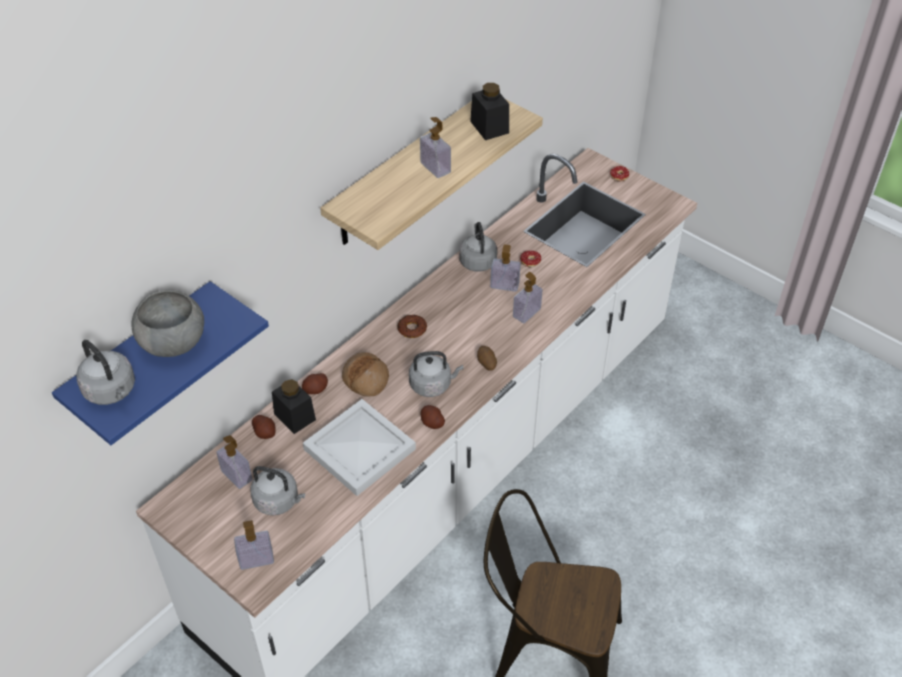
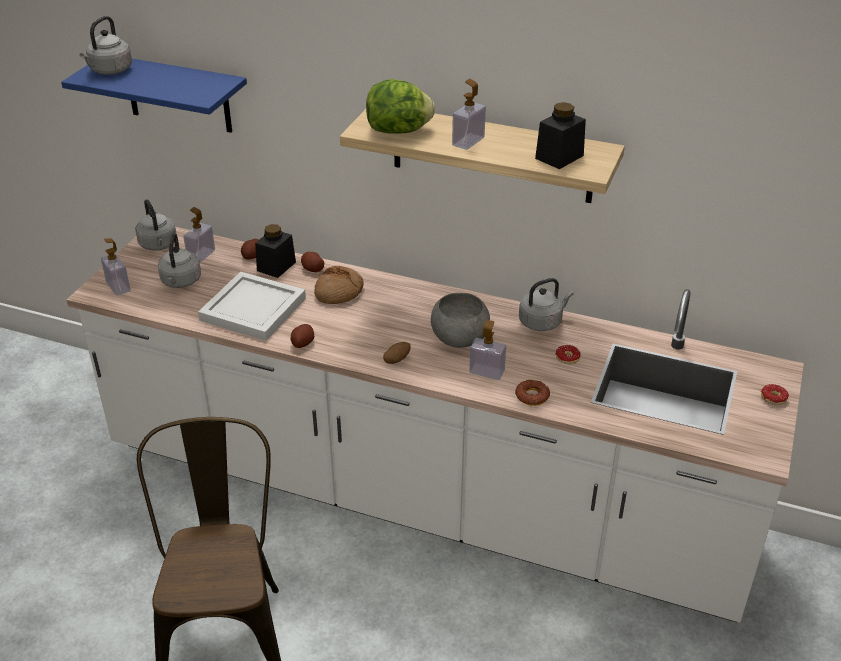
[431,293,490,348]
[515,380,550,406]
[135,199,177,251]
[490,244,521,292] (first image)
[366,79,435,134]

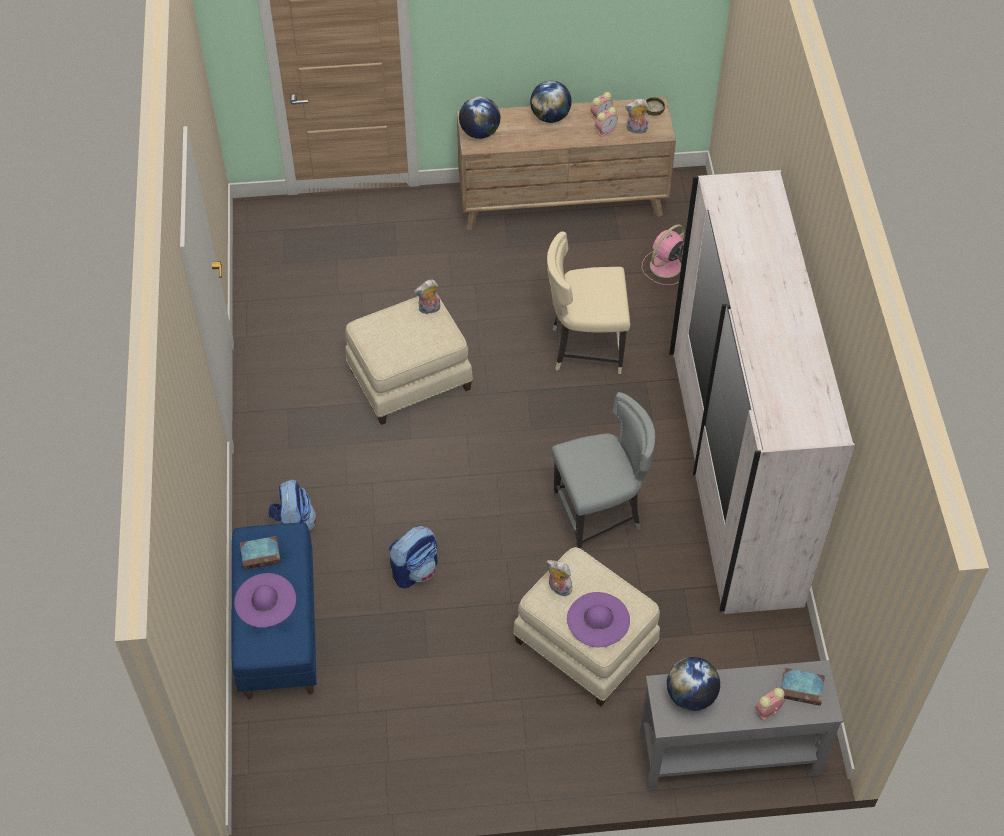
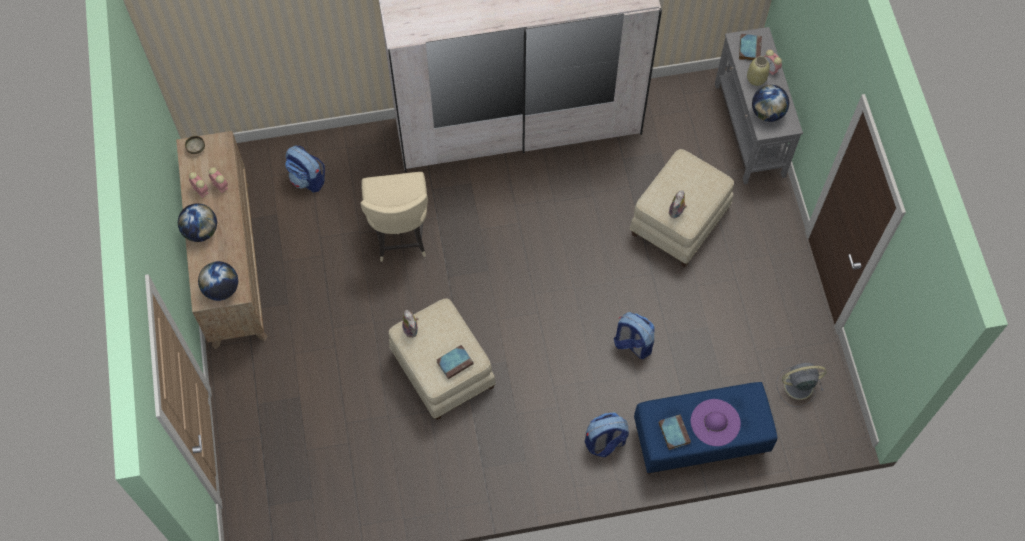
[551,392,655,549] (first image)
[567,592,630,647] (first image)
[625,99,649,134] (first image)
[285,145,325,193]
[437,345,474,379]
[747,56,770,86]
[777,363,826,407]

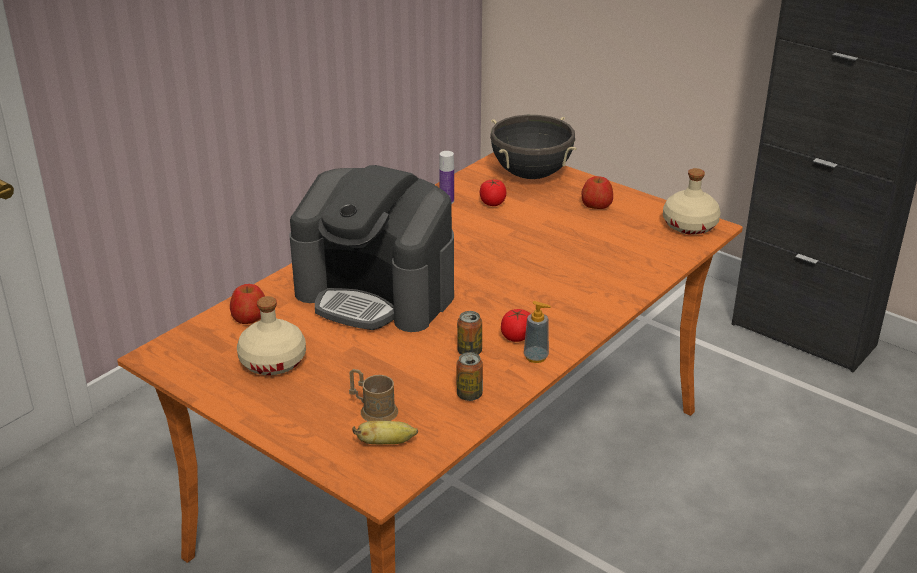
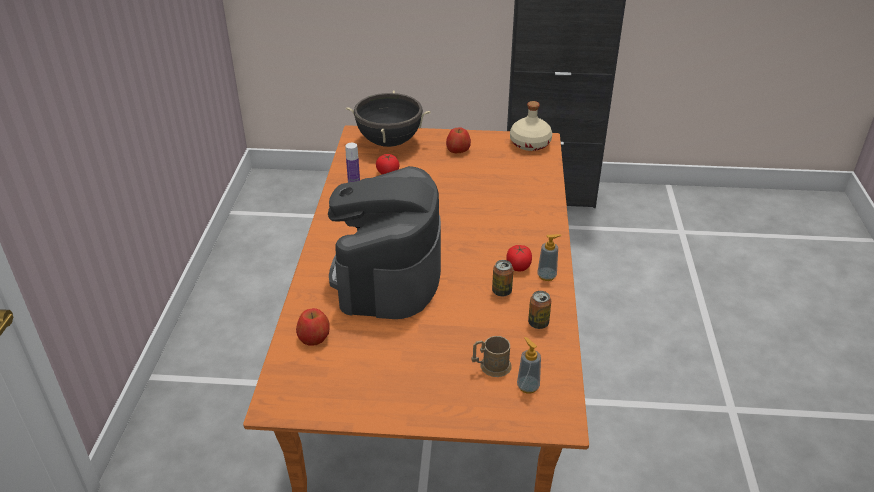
[237,296,306,375] (first image)
[328,166,441,319]
[517,337,541,394]

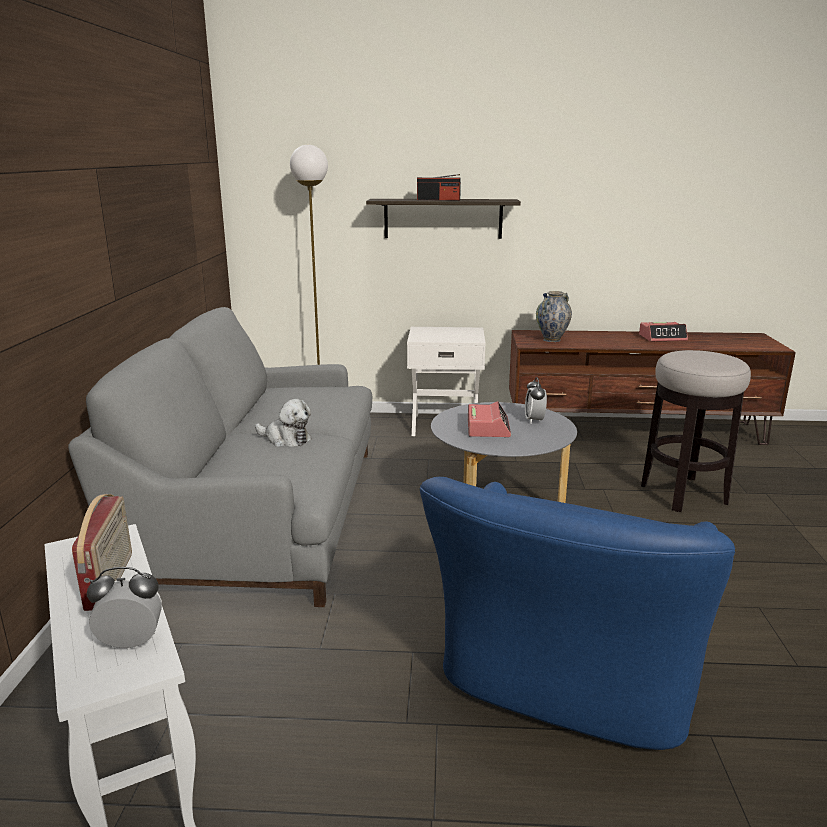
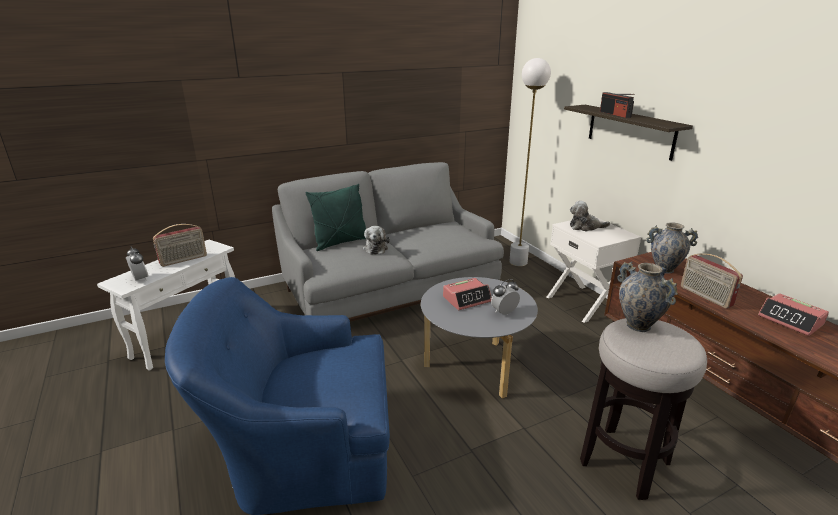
[306,184,366,251]
[570,201,610,231]
[617,261,678,332]
[681,253,743,308]

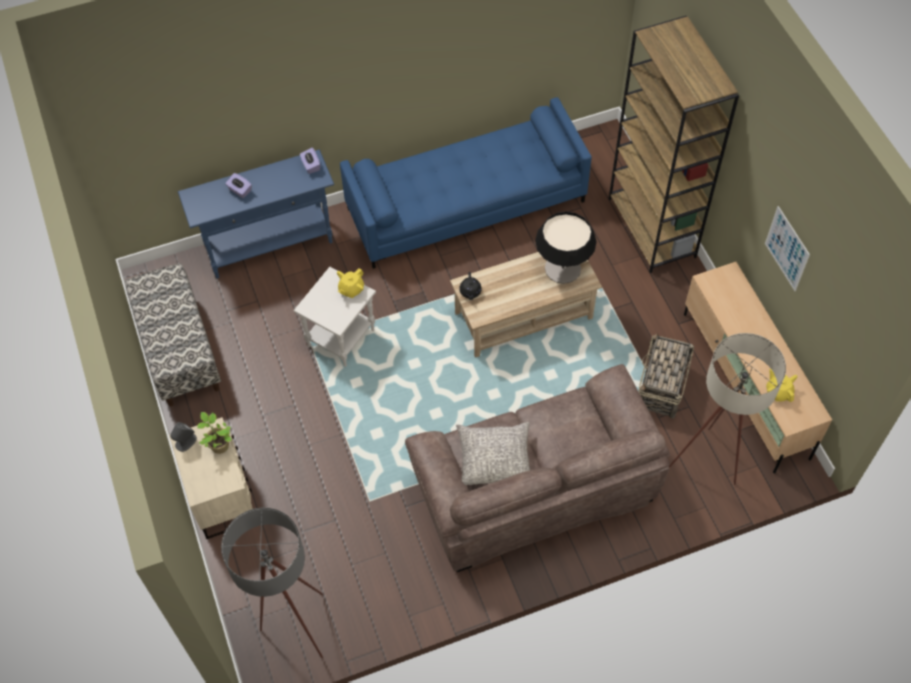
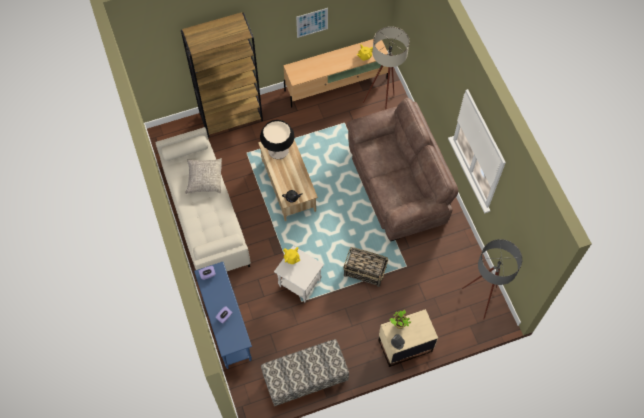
[156,127,251,271]
[185,158,222,194]
[343,247,388,287]

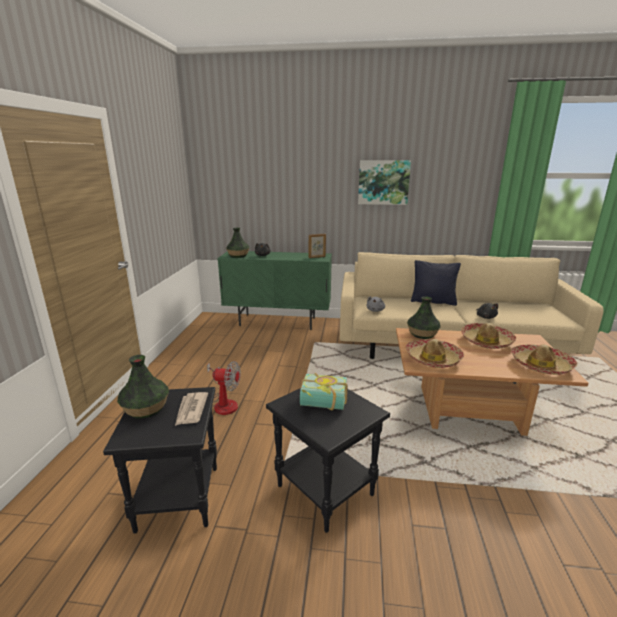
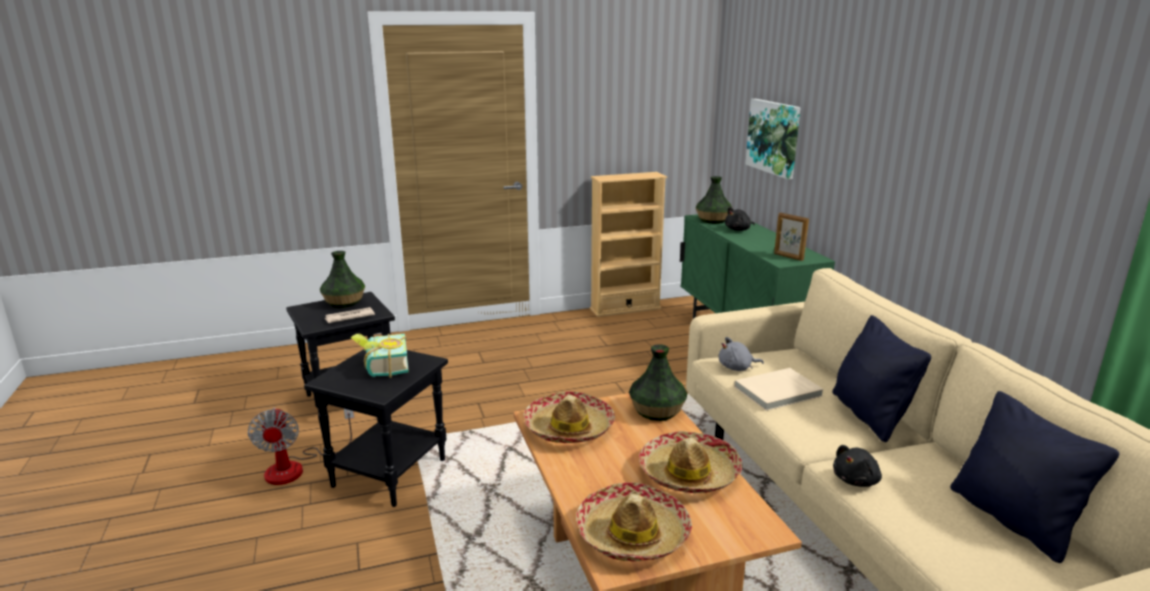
[247,407,354,485]
[745,99,801,179]
[590,172,667,317]
[734,368,824,411]
[950,391,1119,563]

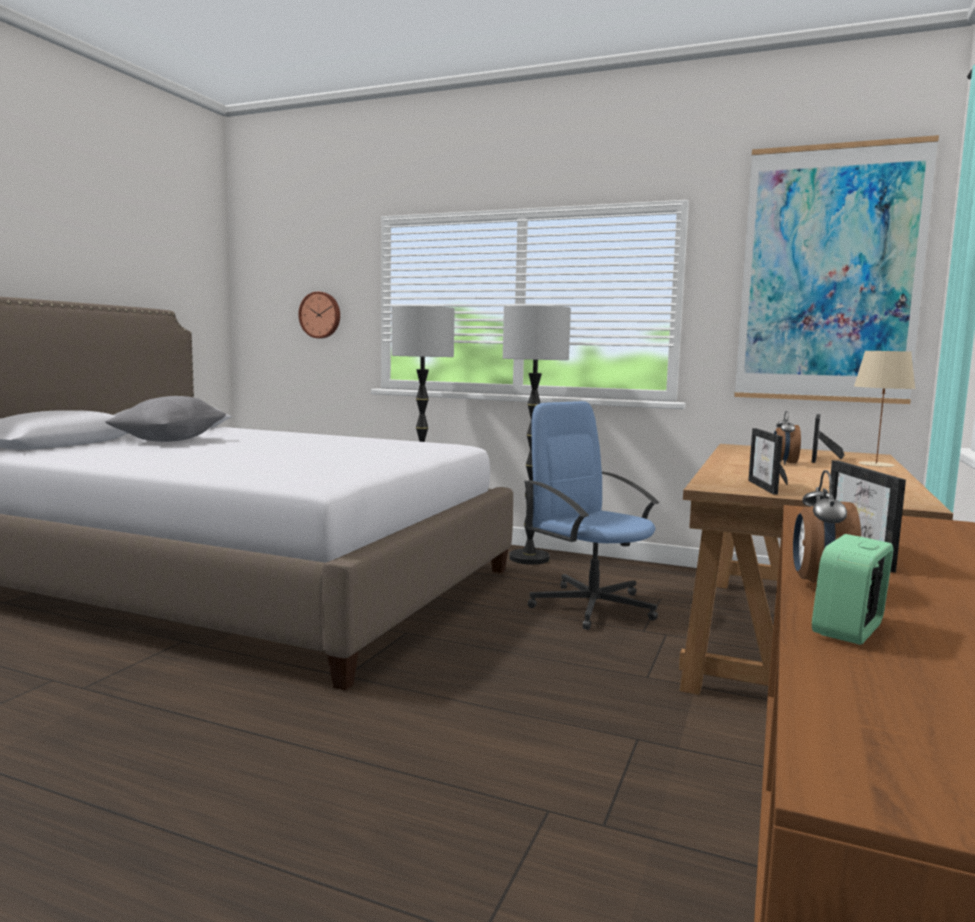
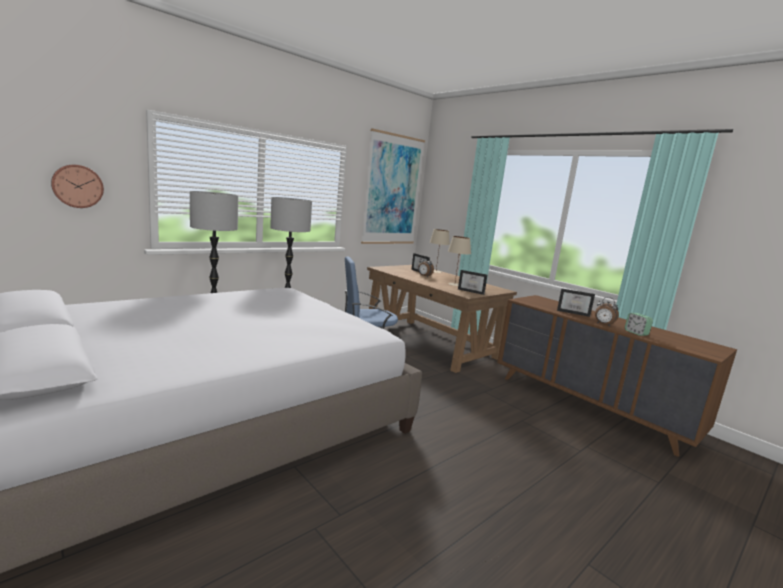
[105,396,226,442] (first image)
[448,236,471,286]

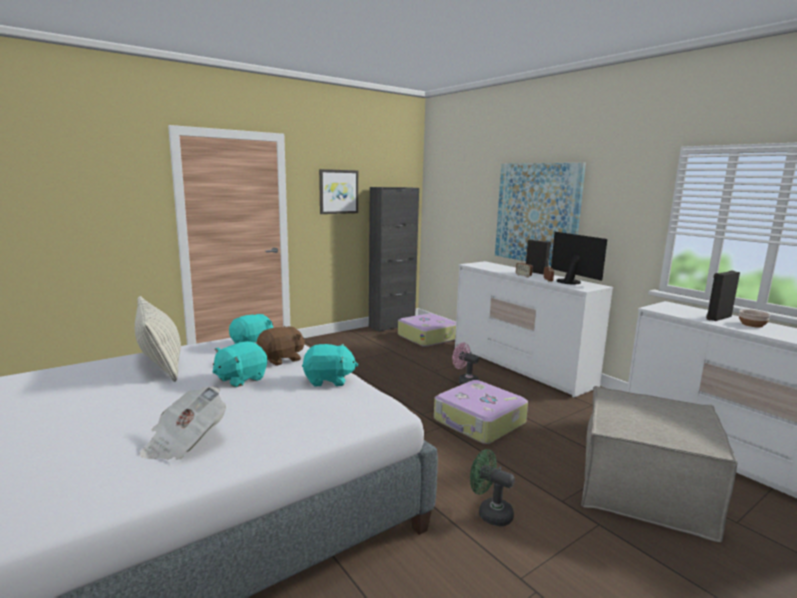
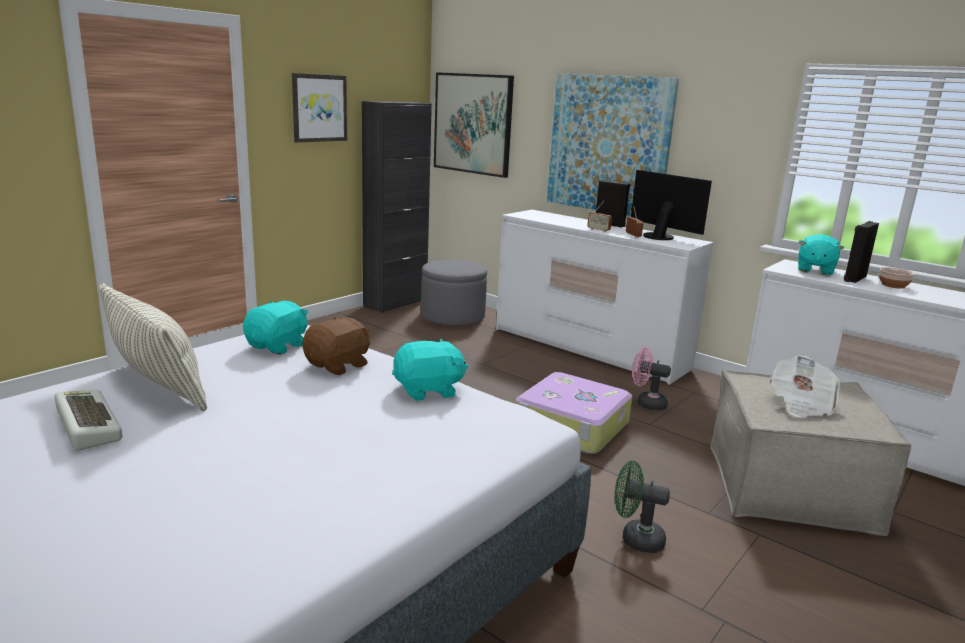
[770,355,841,417]
[798,234,844,276]
[421,260,487,325]
[632,348,671,411]
[54,390,122,451]
[434,72,514,178]

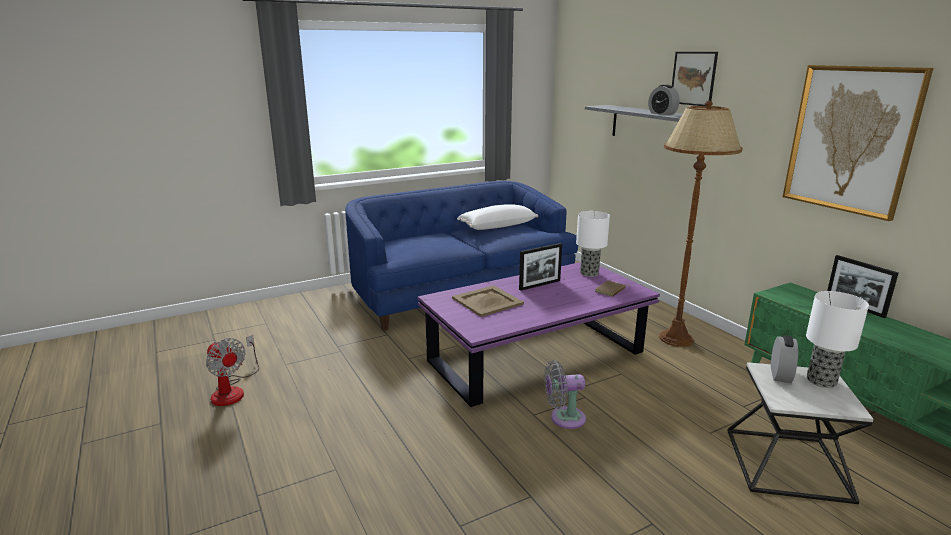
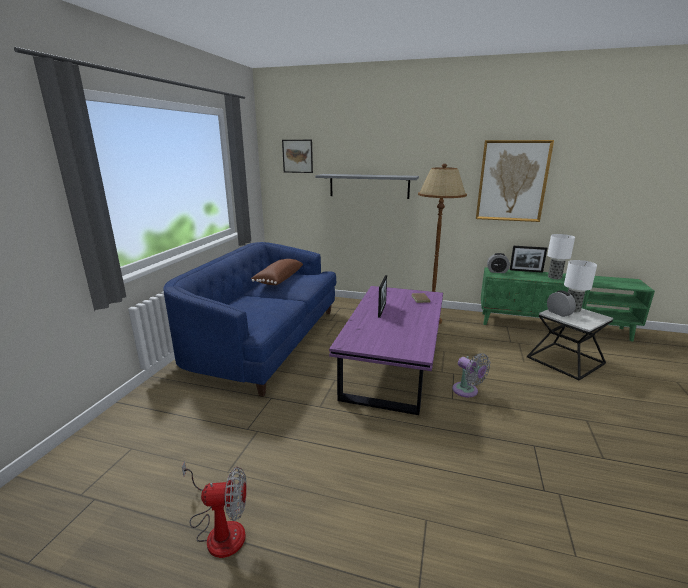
[452,285,524,317] (first image)
[251,259,303,285]
[452,353,490,397]
[547,234,575,279]
[487,253,510,273]
[282,140,313,173]

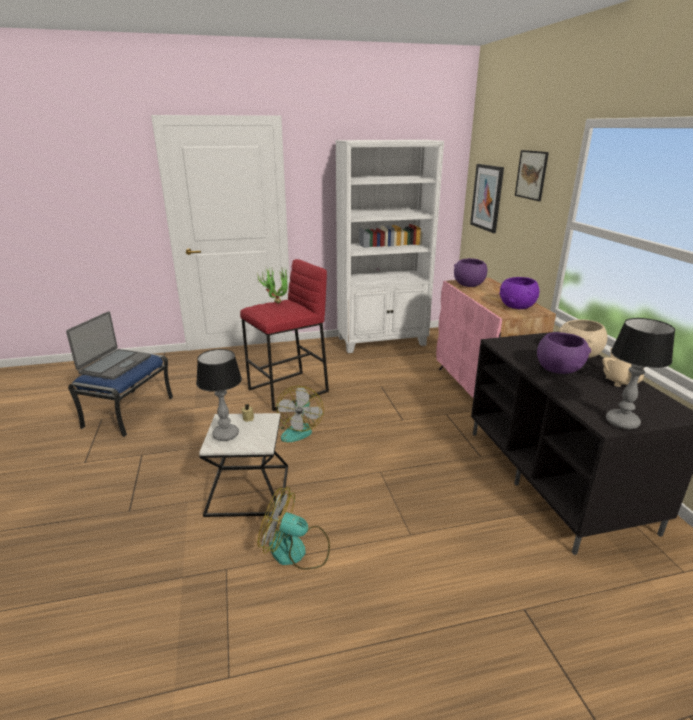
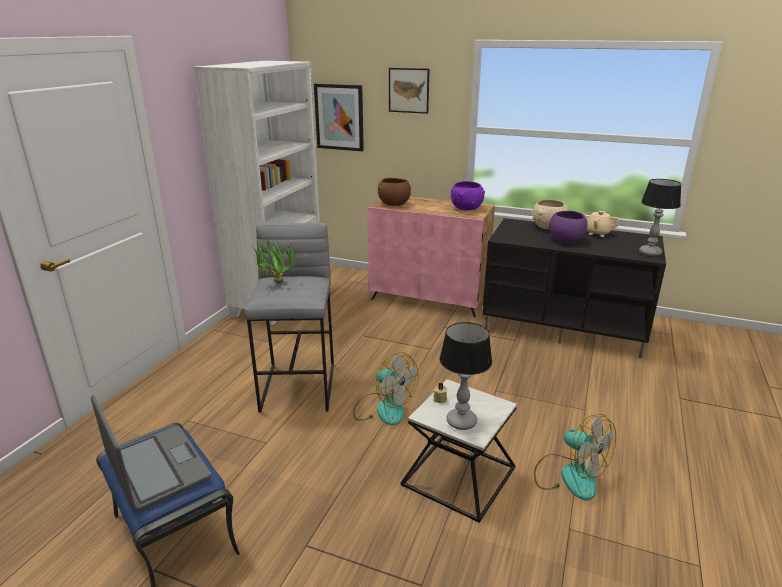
[245,223,334,413]
[534,414,616,501]
[378,178,411,206]

